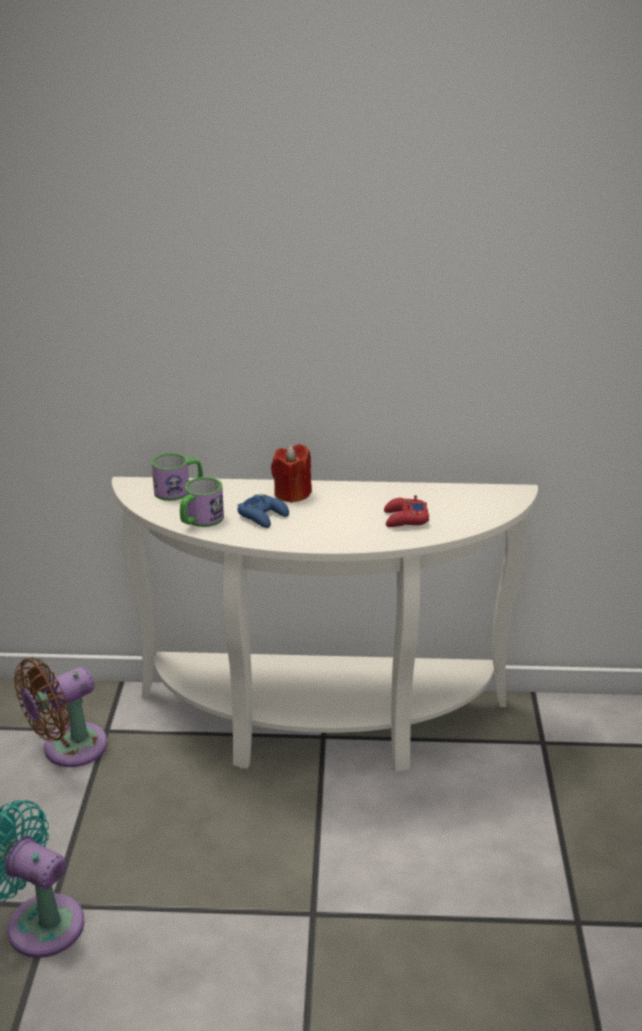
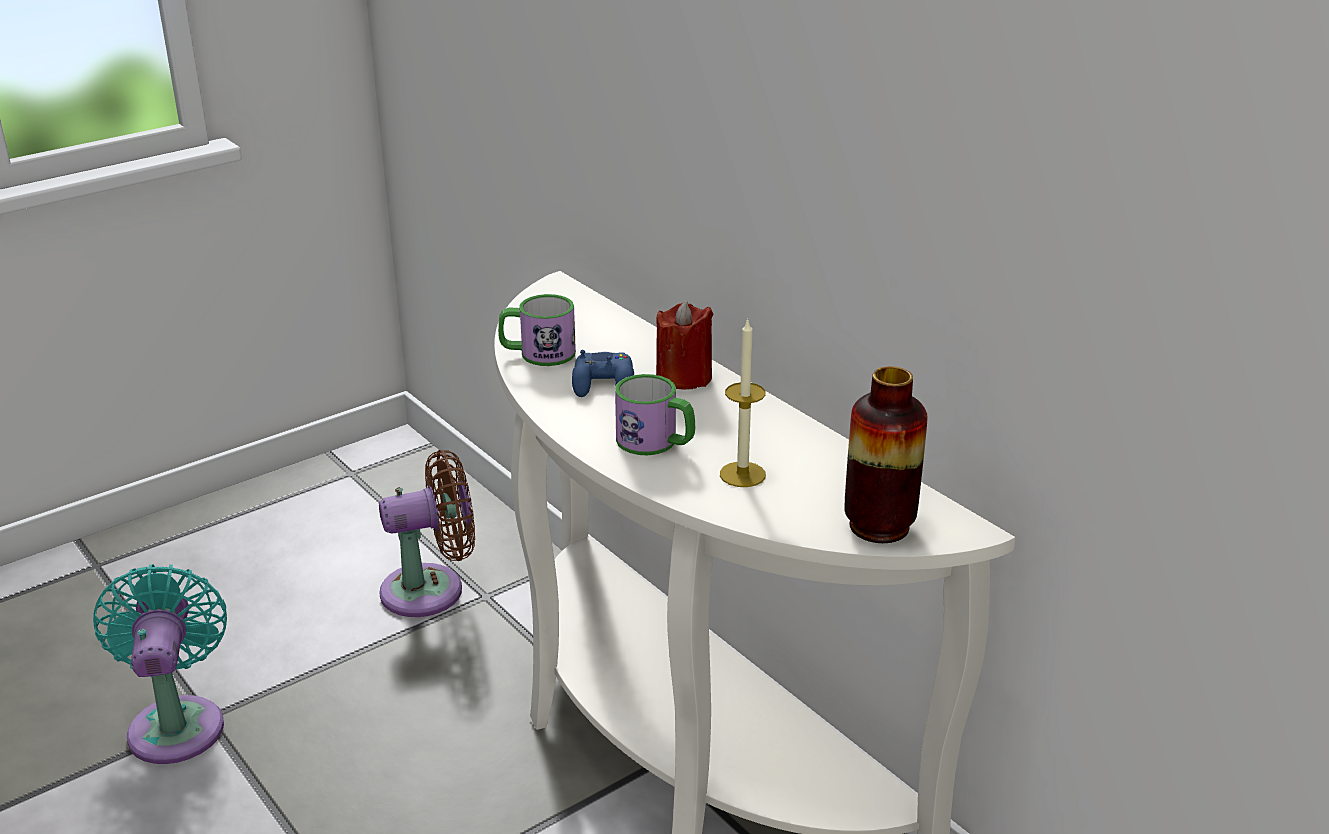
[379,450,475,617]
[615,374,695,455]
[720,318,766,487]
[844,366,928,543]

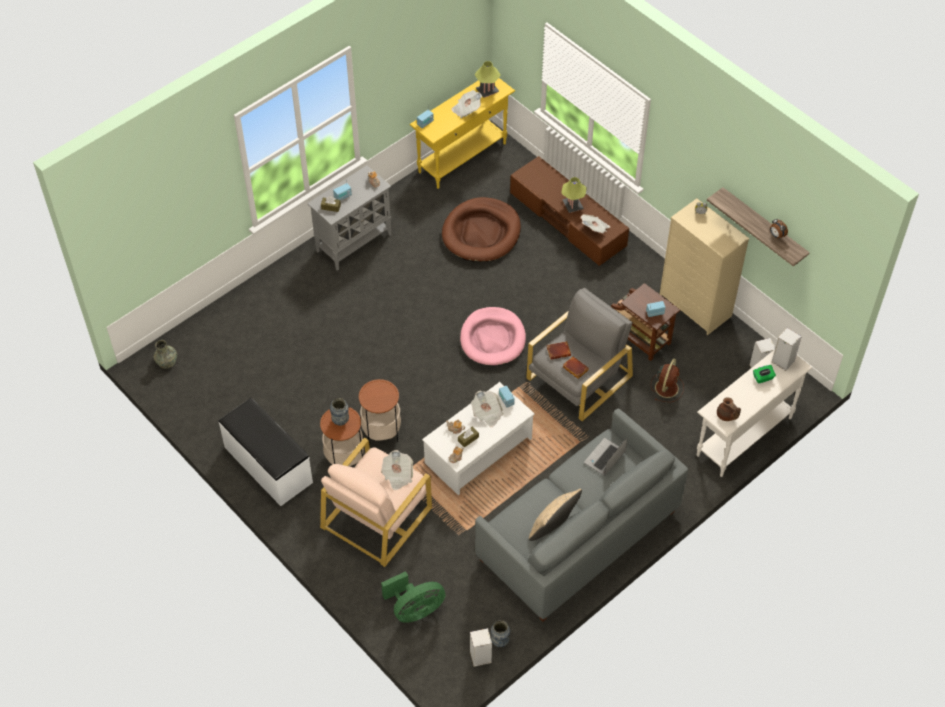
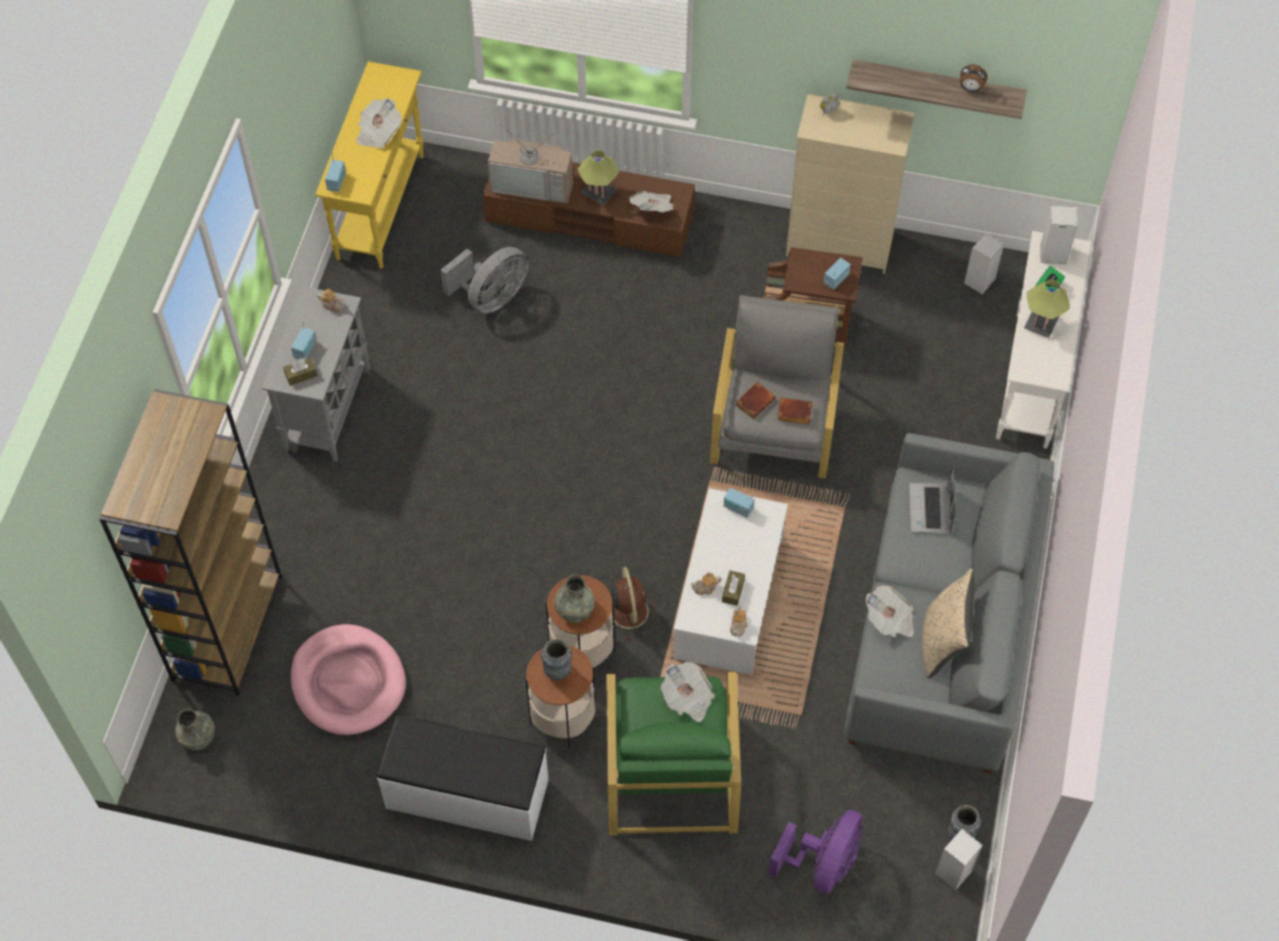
[606,672,741,836]
[768,810,863,894]
[441,247,529,313]
[291,624,406,735]
[866,585,913,637]
[1024,279,1070,338]
[610,567,657,639]
[717,397,741,421] (first image)
[99,389,282,696]
[488,126,573,203]
[554,574,594,623]

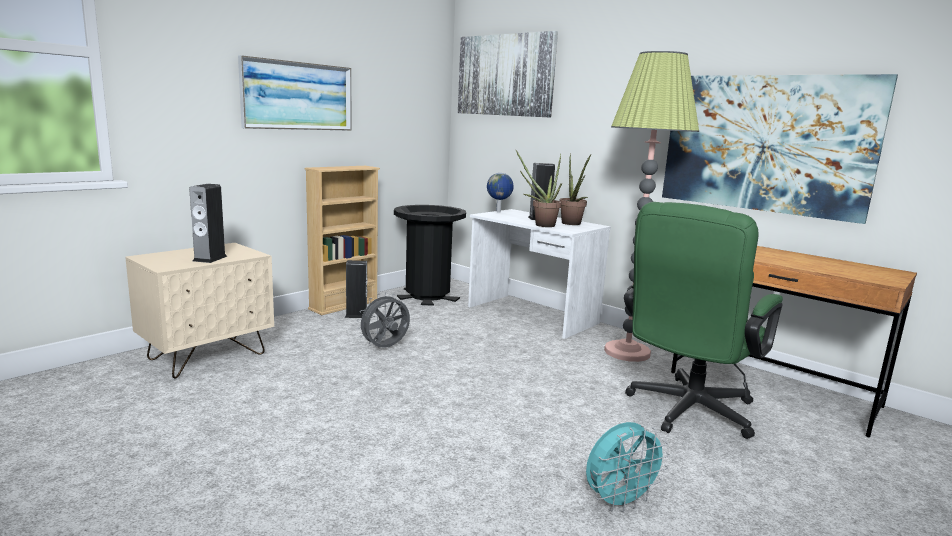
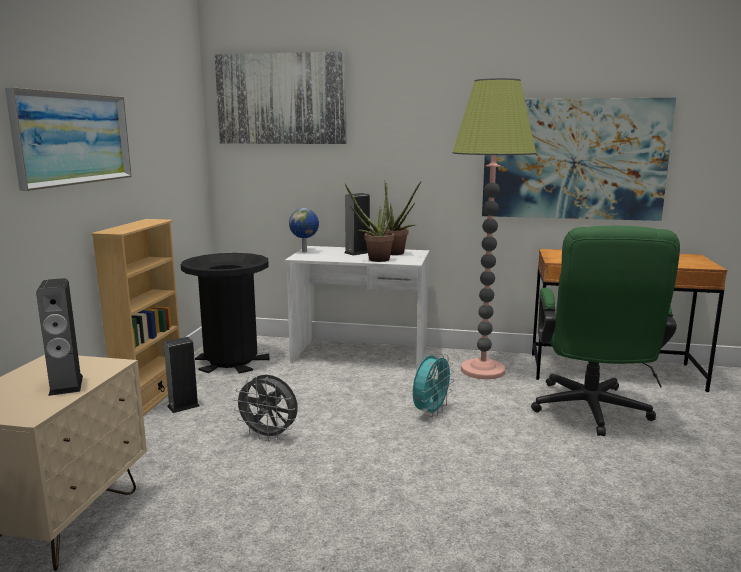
[233,375,298,441]
[413,354,454,417]

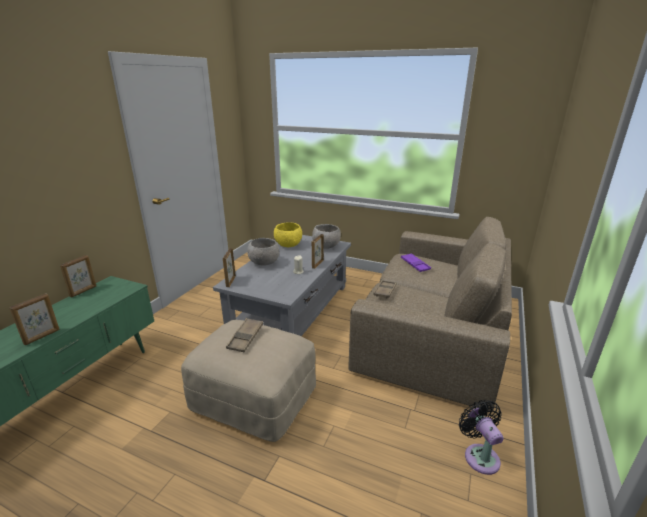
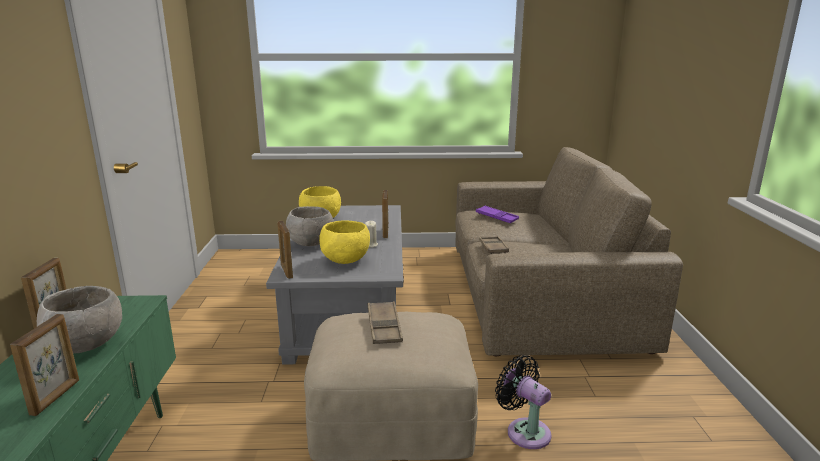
[37,286,122,353]
[495,355,551,449]
[319,220,370,264]

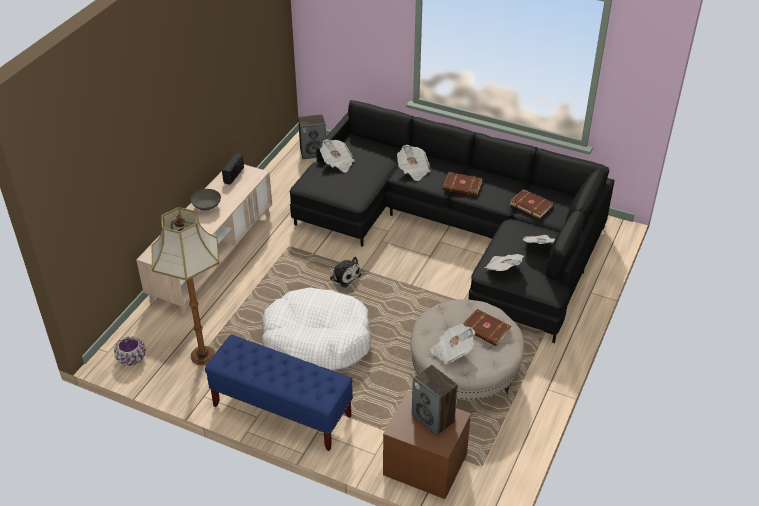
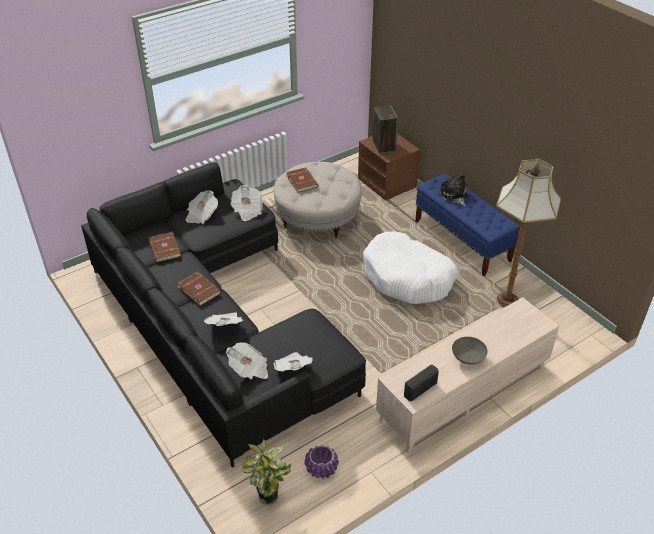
[304,445,339,479]
[242,438,291,506]
[440,174,468,206]
[226,342,268,379]

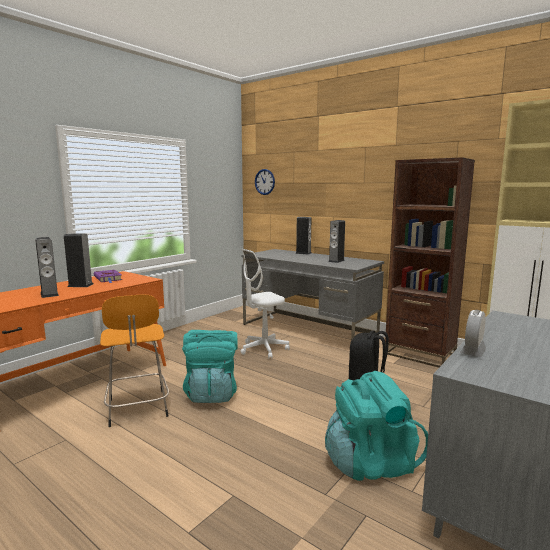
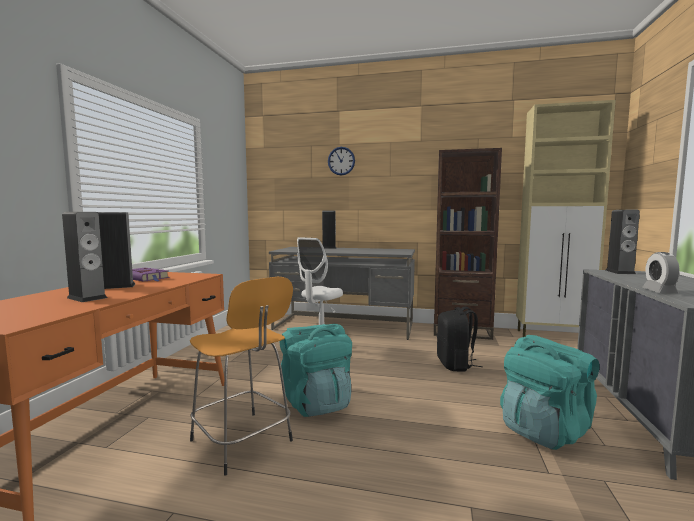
[328,147,355,176]
[606,210,640,274]

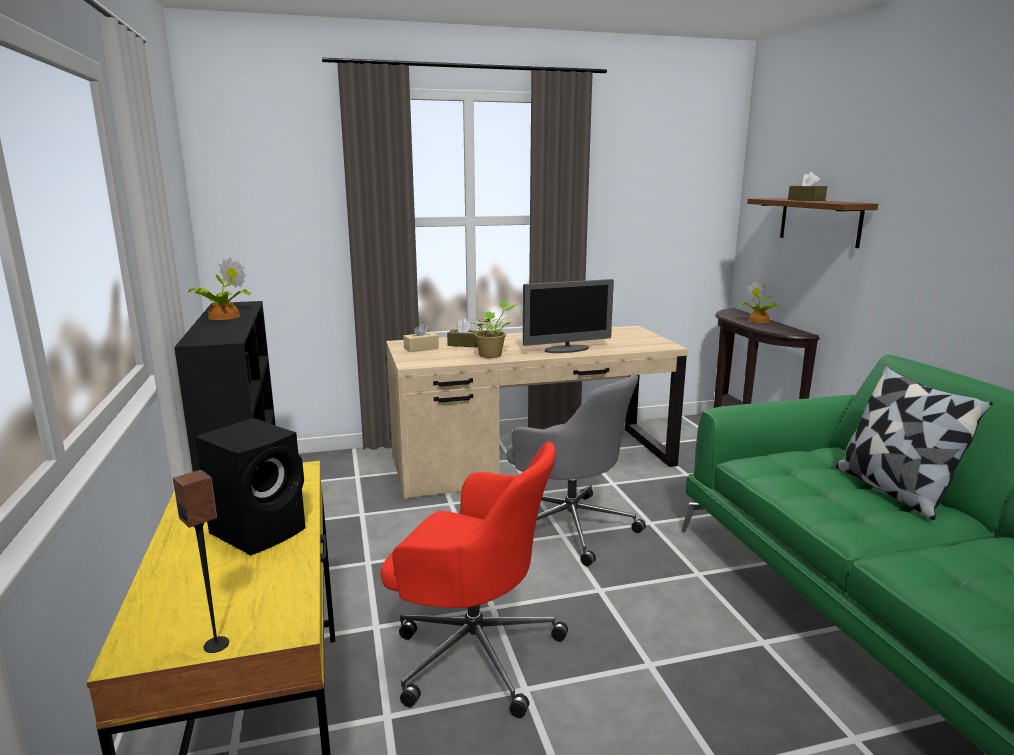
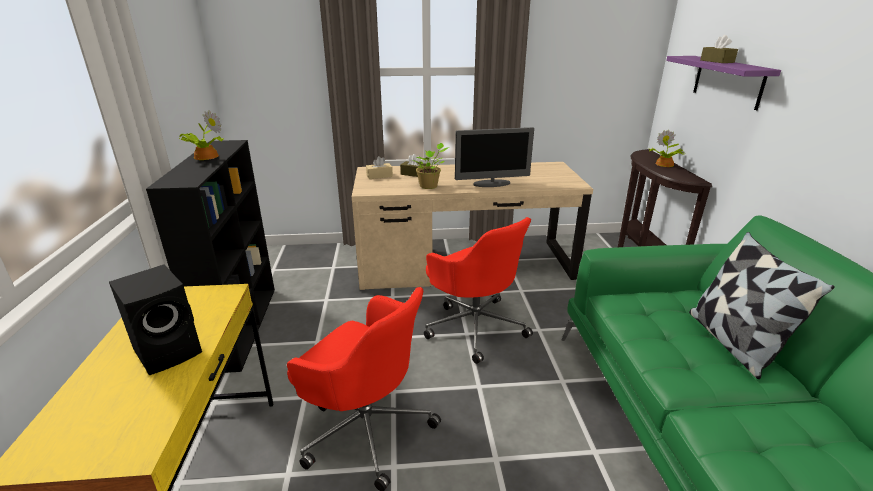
[173,470,229,653] (first image)
[424,217,533,364]
[666,56,781,110]

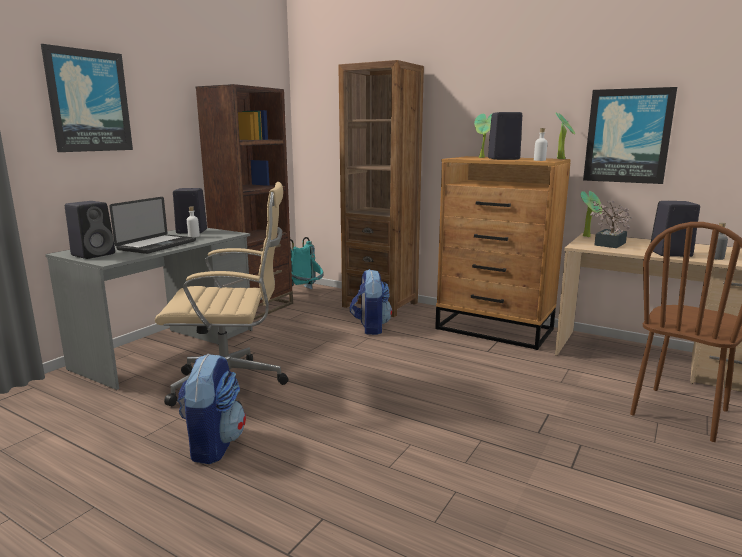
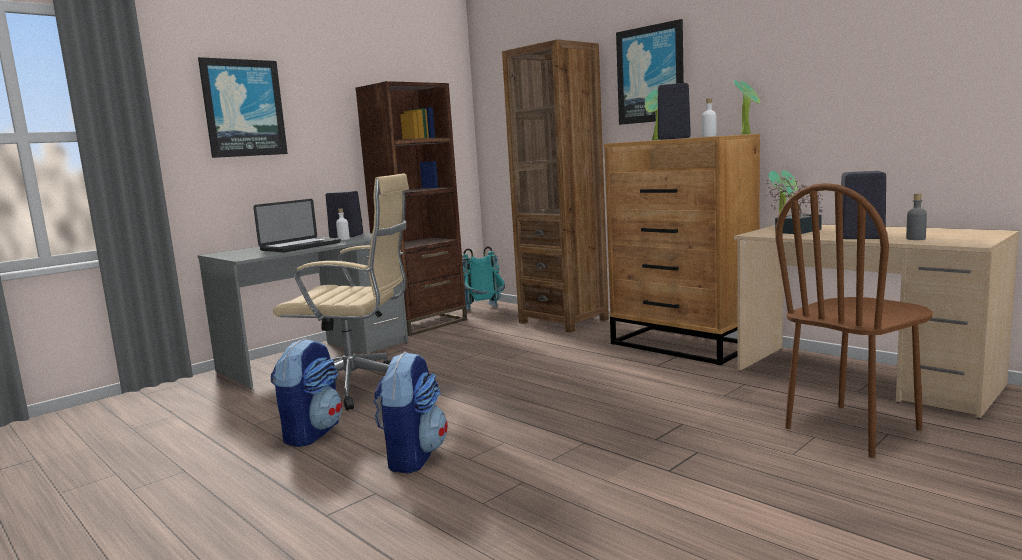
[65,201,115,259] (first image)
[373,352,448,474]
[616,19,684,125]

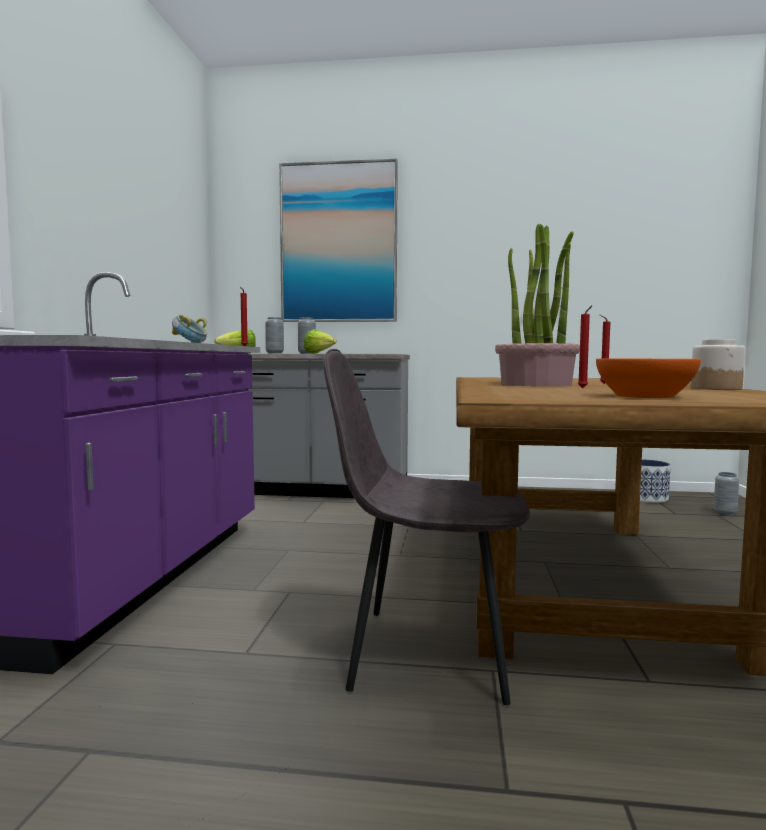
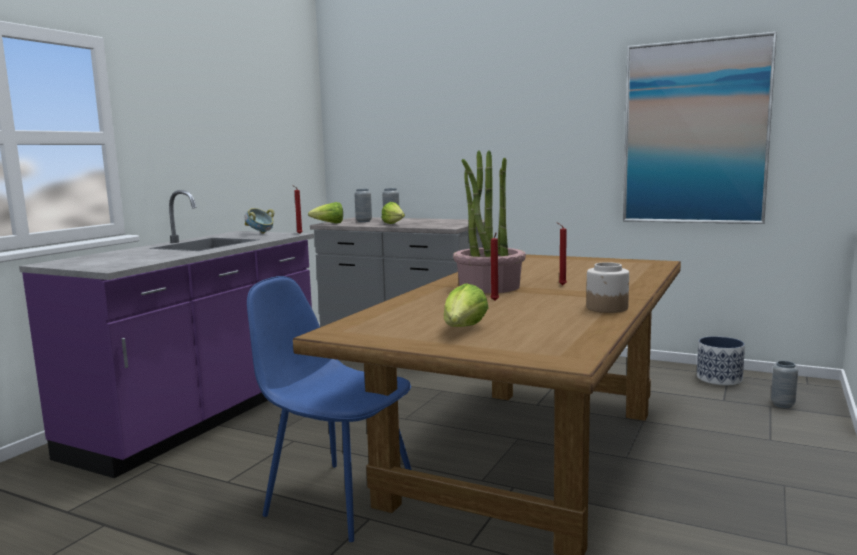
[623,32,777,224]
[247,276,412,542]
[444,283,488,327]

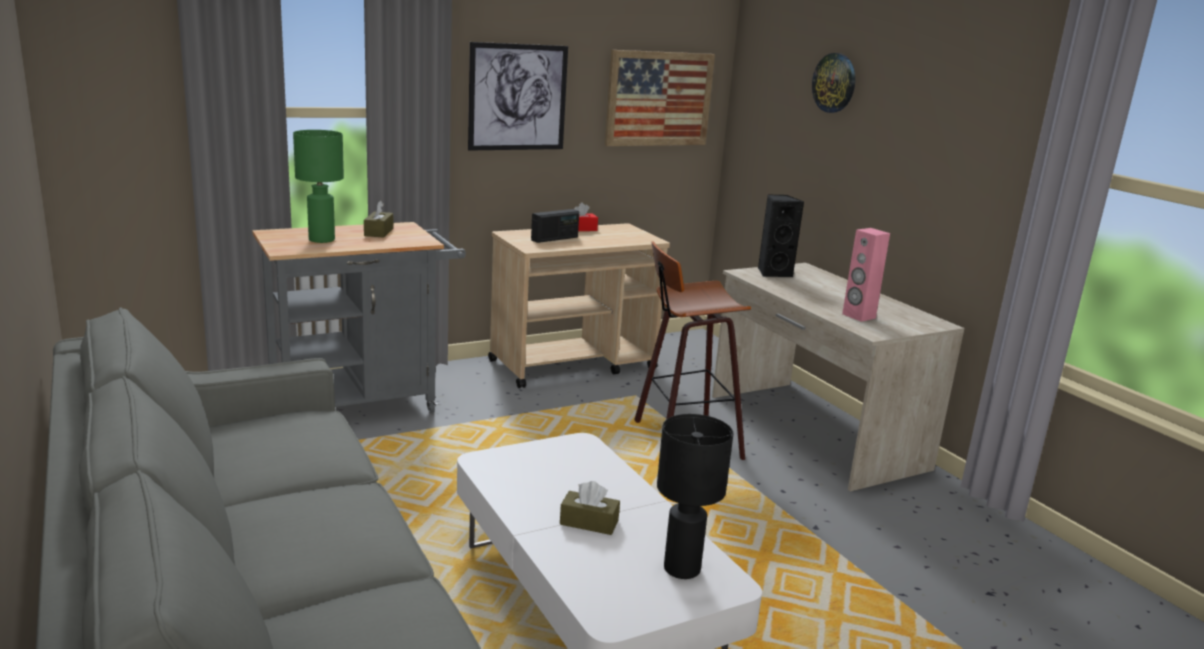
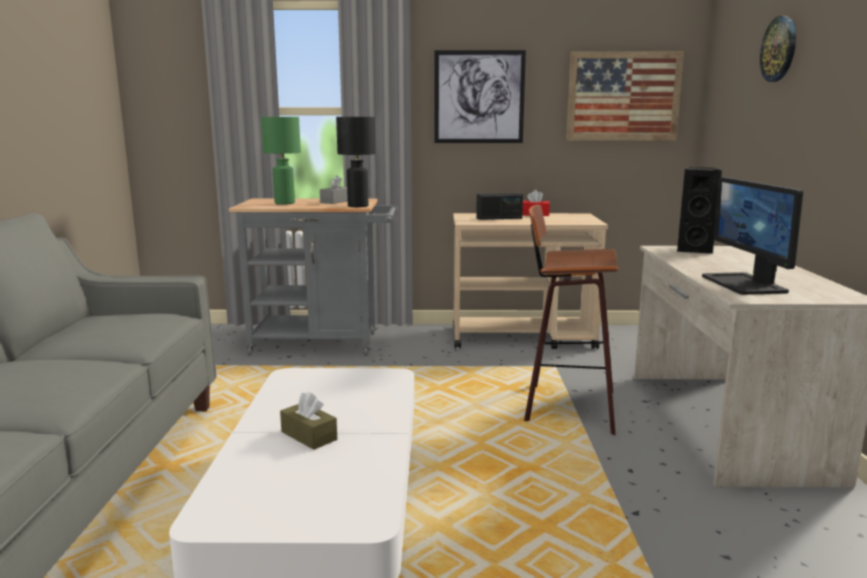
[320,175,348,204]
[336,117,376,207]
[702,177,803,295]

